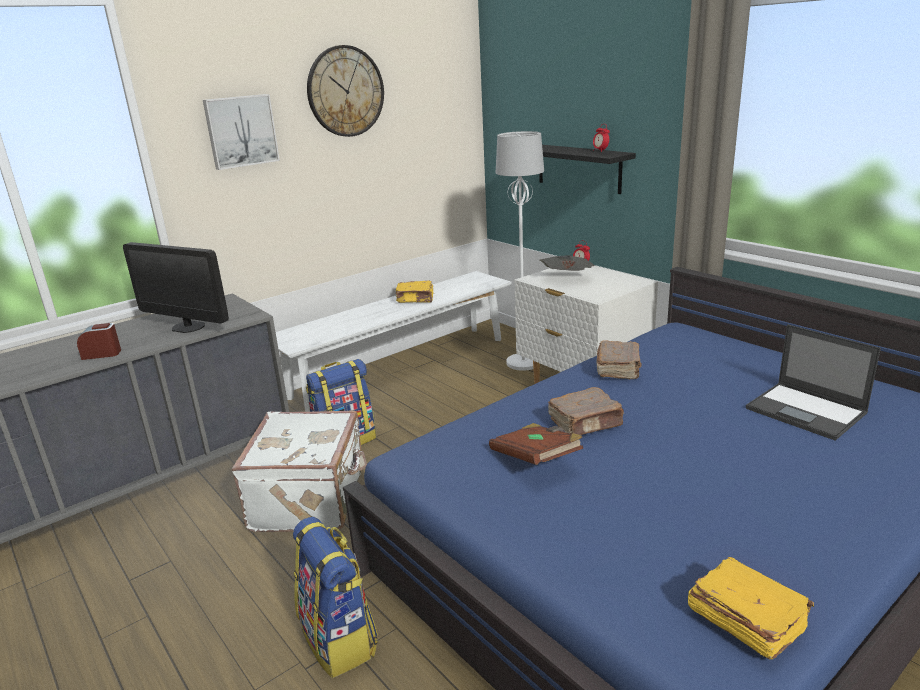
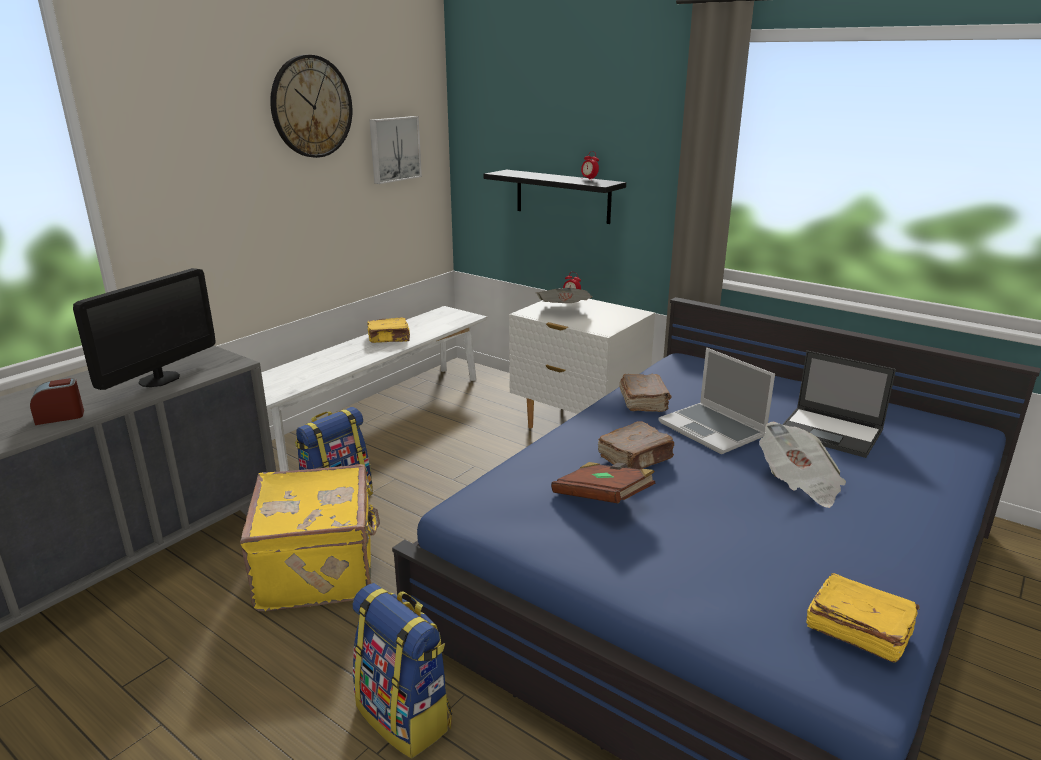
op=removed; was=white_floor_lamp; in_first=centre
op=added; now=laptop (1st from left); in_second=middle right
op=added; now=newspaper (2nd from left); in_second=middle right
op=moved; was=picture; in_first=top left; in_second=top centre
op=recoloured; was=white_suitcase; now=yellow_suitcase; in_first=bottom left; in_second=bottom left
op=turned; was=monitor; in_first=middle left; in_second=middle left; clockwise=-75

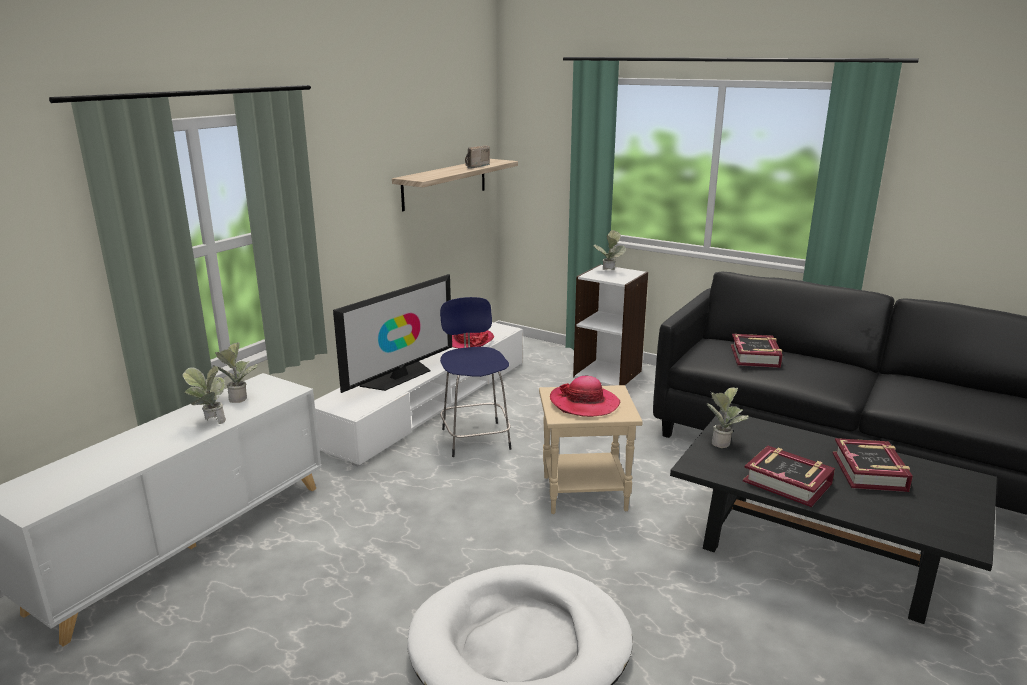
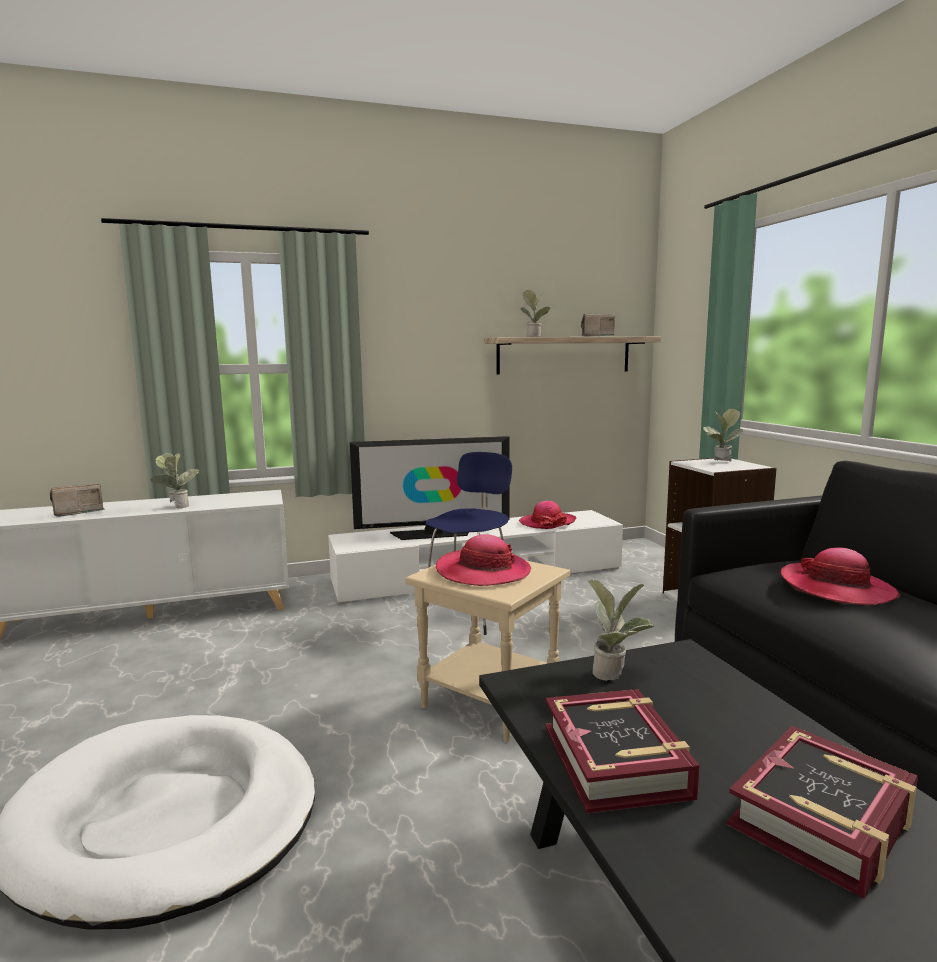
op=added; now=radio (1st from left); in_second=middle left
op=moved; was=potted_plant (2nd from left); in_first=middle left; in_second=top centre
op=replaced; was=book (1st from left); now=hat (3rd from left); in_first=middle right; in_second=middle right

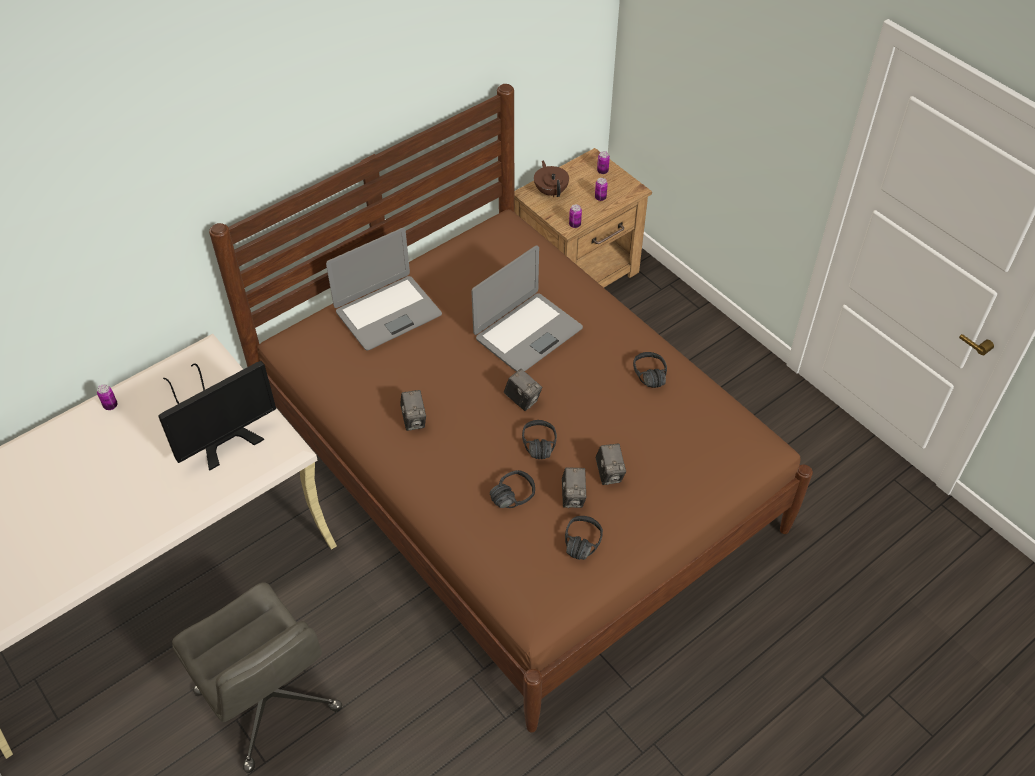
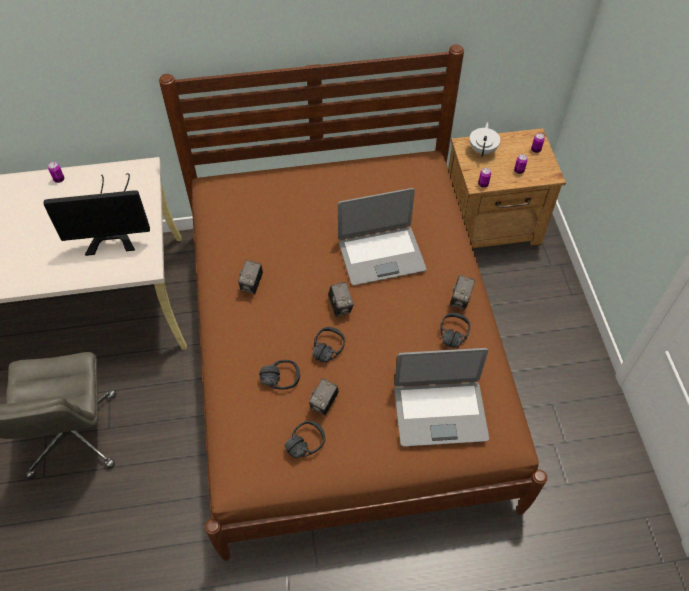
op=moved; was=laptop (1st from left in the first image); now=laptop (2nd from left); in_first=centre; in_second=bottom centre
op=moved; was=photo_camera (4th from left); in_first=centre; in_second=middle right
op=recoloured; was=brown_teapot; now=white_teapot; in_first=top centre; in_second=top right

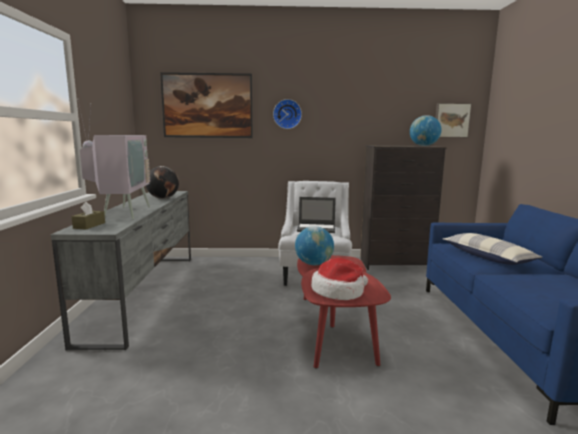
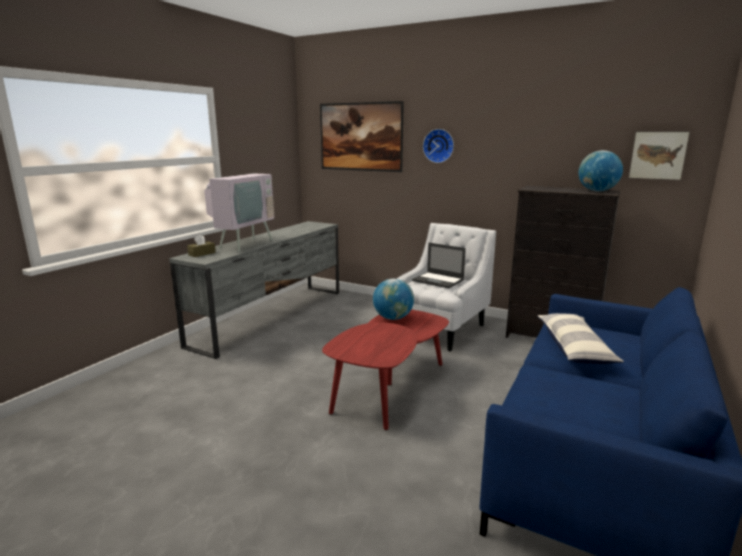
op=removed; was=globe (1st from left); in_first=middle left
op=removed; was=hat; in_first=centre

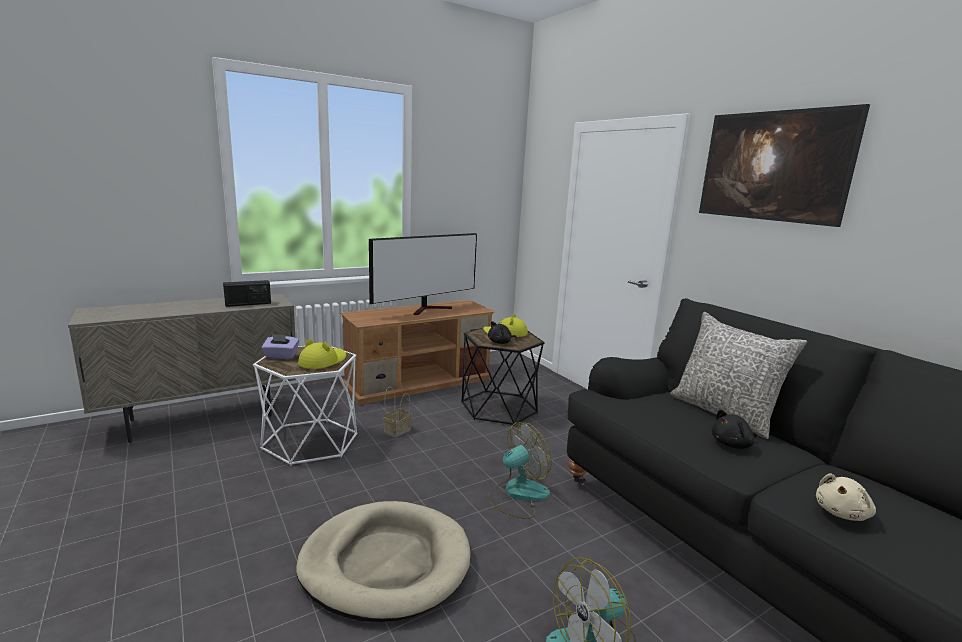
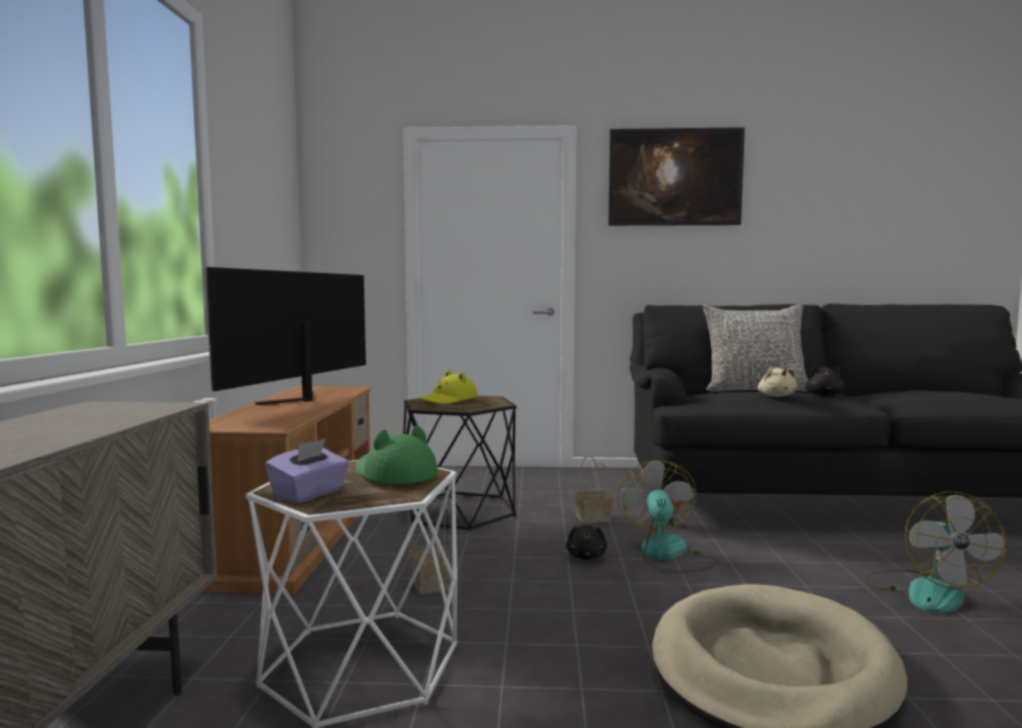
op=removed; was=radio; in_first=middle left
op=added; now=basket (2nd from left); in_second=bottom centre
op=moved; was=black_plush_toy (1st from left); in_first=centre; in_second=bottom centre
op=moved; was=beige_plush_toy; in_first=bottom right; in_second=middle right
op=recoloured; was=yellow_hat (1st from left); now=green_hat; in_first=centre; in_second=centre
op=turned; was=television; in_first=centre; in_second=middle left; clockwise=-150

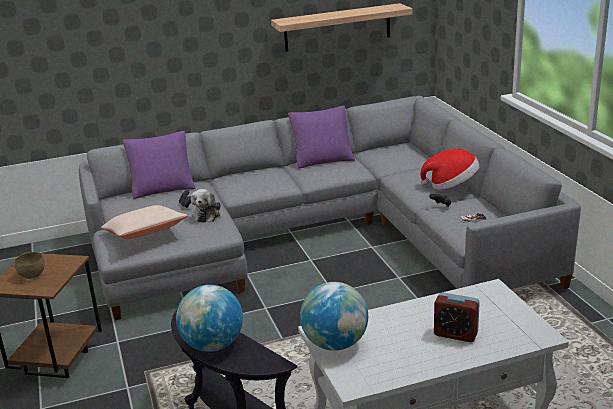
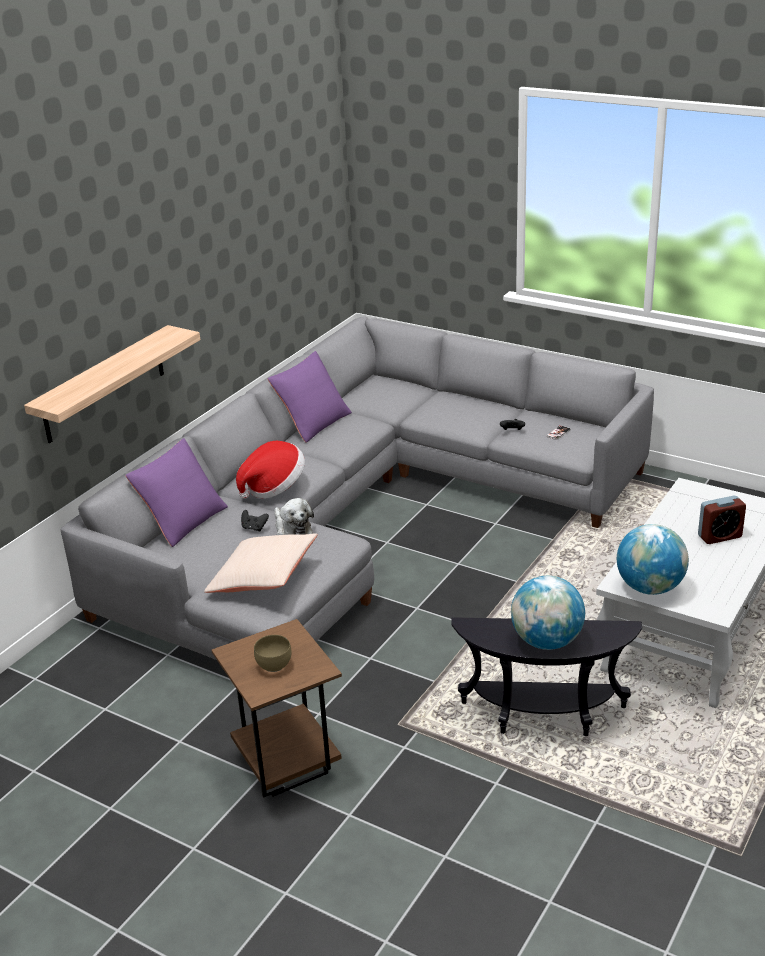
op=moved; was=shelf; in_first=top centre; in_second=middle left
op=moved; was=hat; in_first=middle right; in_second=centre

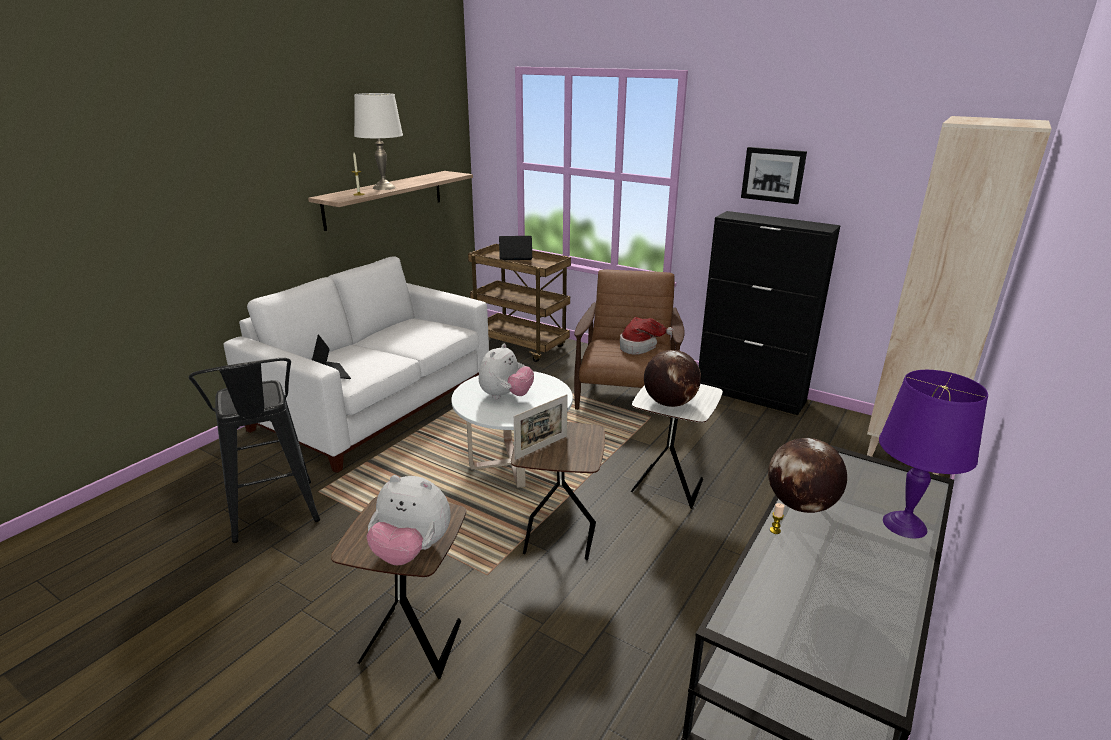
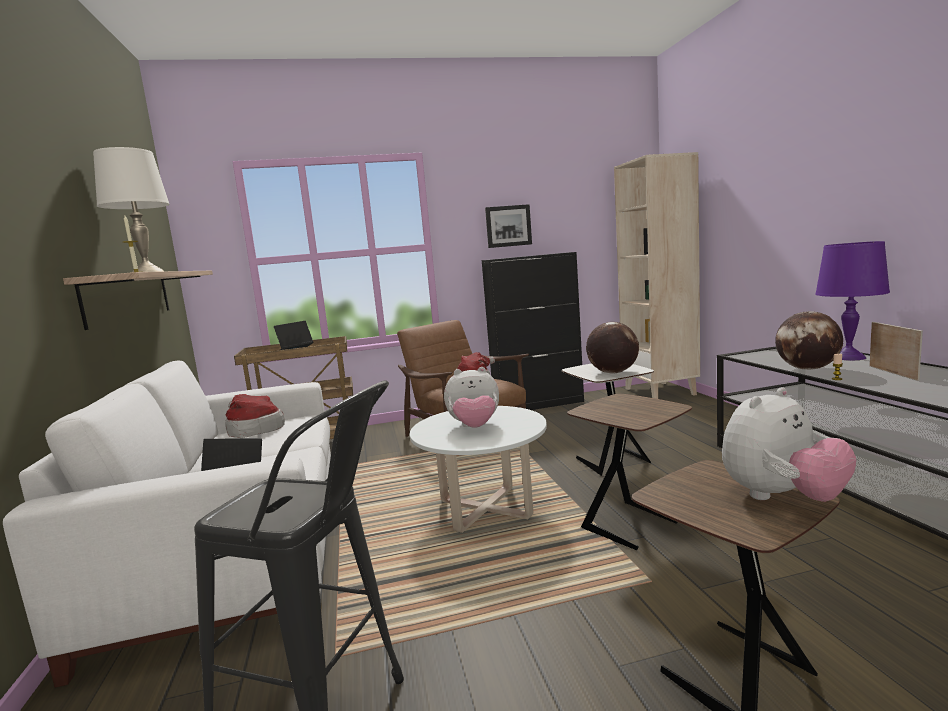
op=added; now=hat (1st from left); in_second=middle left
op=moved; was=picture_frame; in_first=centre; in_second=middle right
op=turned; was=plush_toy (2nd from left in the first image); in_first=centre; in_second=centre; clockwise=105

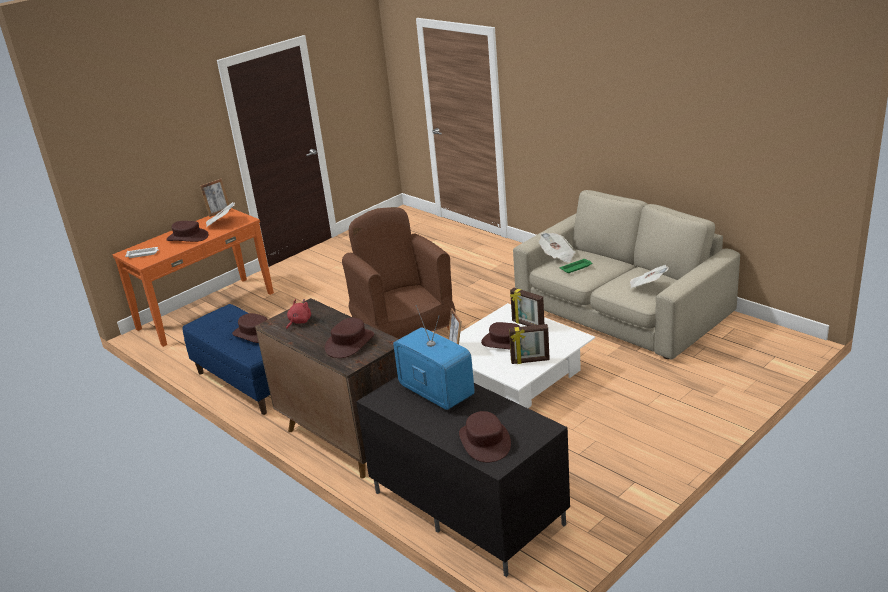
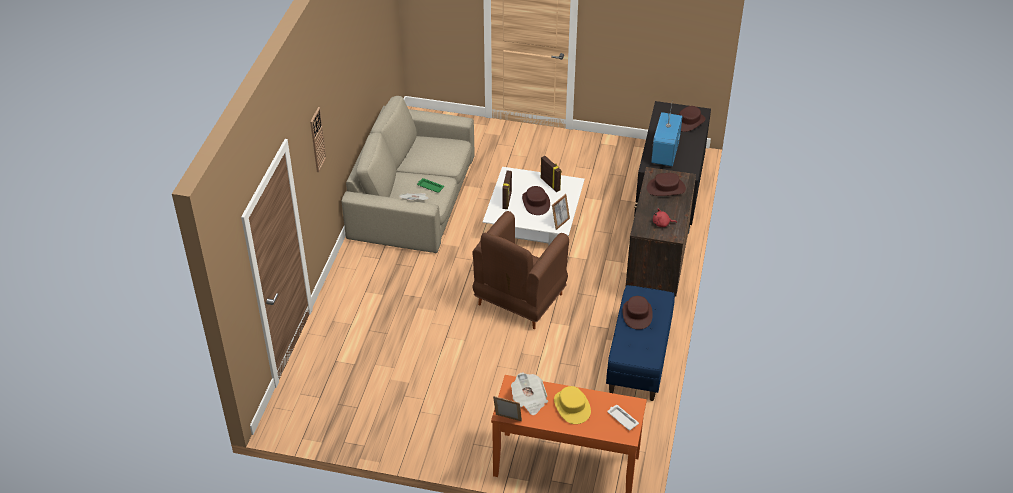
op=removed; was=newspaper (3rd from left); in_first=middle right
op=added; now=wall_clock; in_second=top left
op=recoloured; was=brown_hat (1st from left); now=yellow_hat; in_first=middle left; in_second=bottom centre

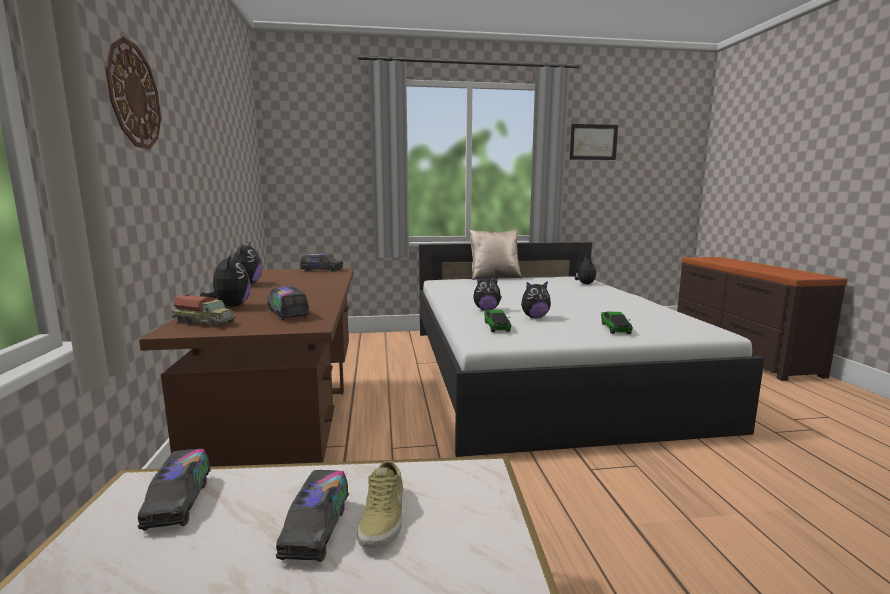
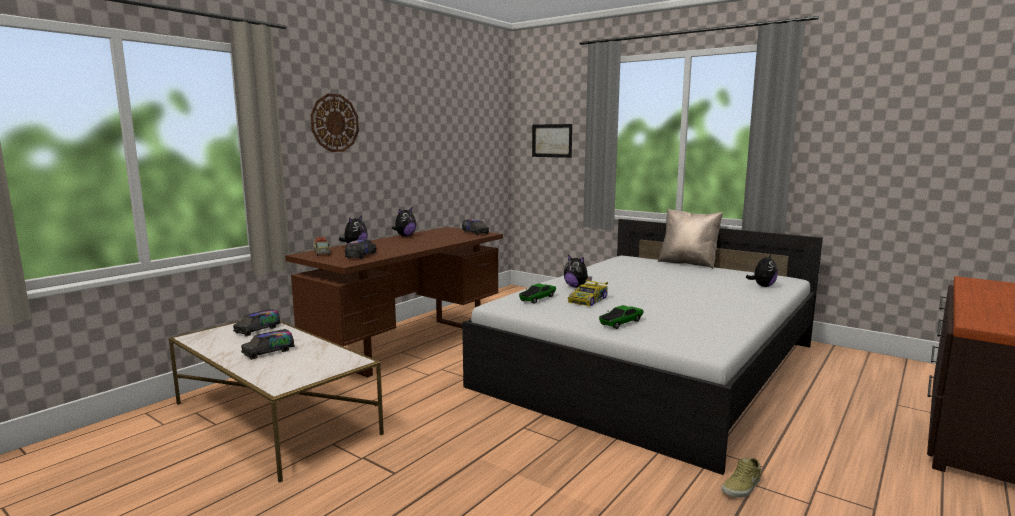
op=moved; was=beige_shoe; in_first=bottom centre; in_second=bottom right
op=moved; was=picture; in_first=top right; in_second=top centre
op=replaced; was=plush_toy (4th from left); now=toy_car (2nd from left); in_first=centre; in_second=centre

